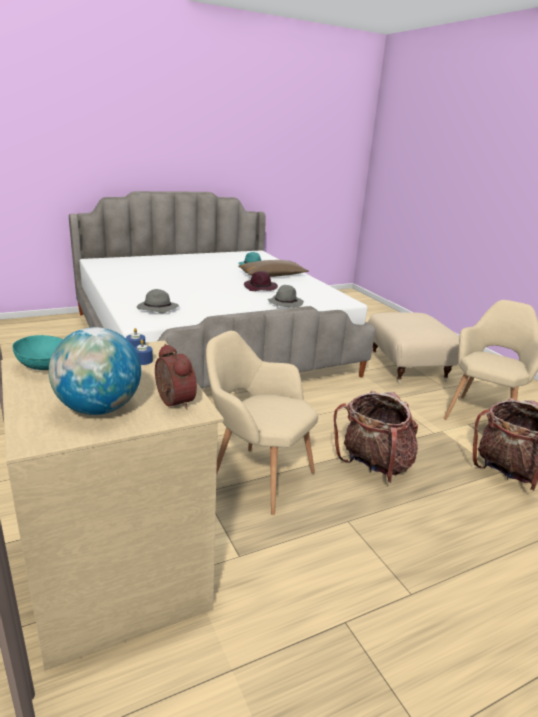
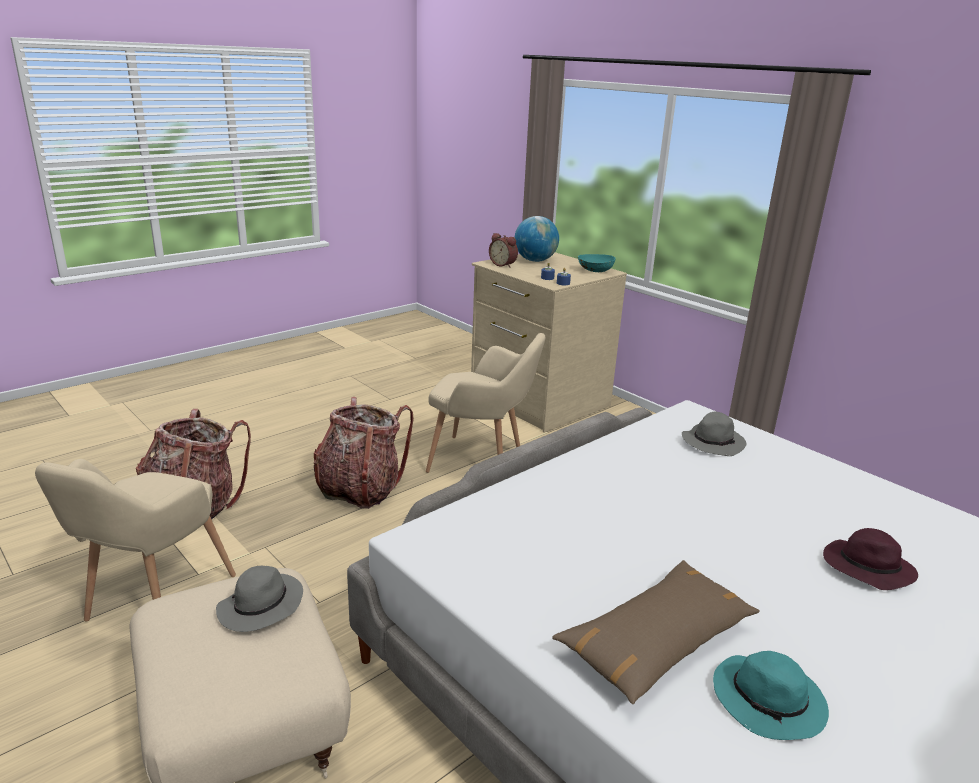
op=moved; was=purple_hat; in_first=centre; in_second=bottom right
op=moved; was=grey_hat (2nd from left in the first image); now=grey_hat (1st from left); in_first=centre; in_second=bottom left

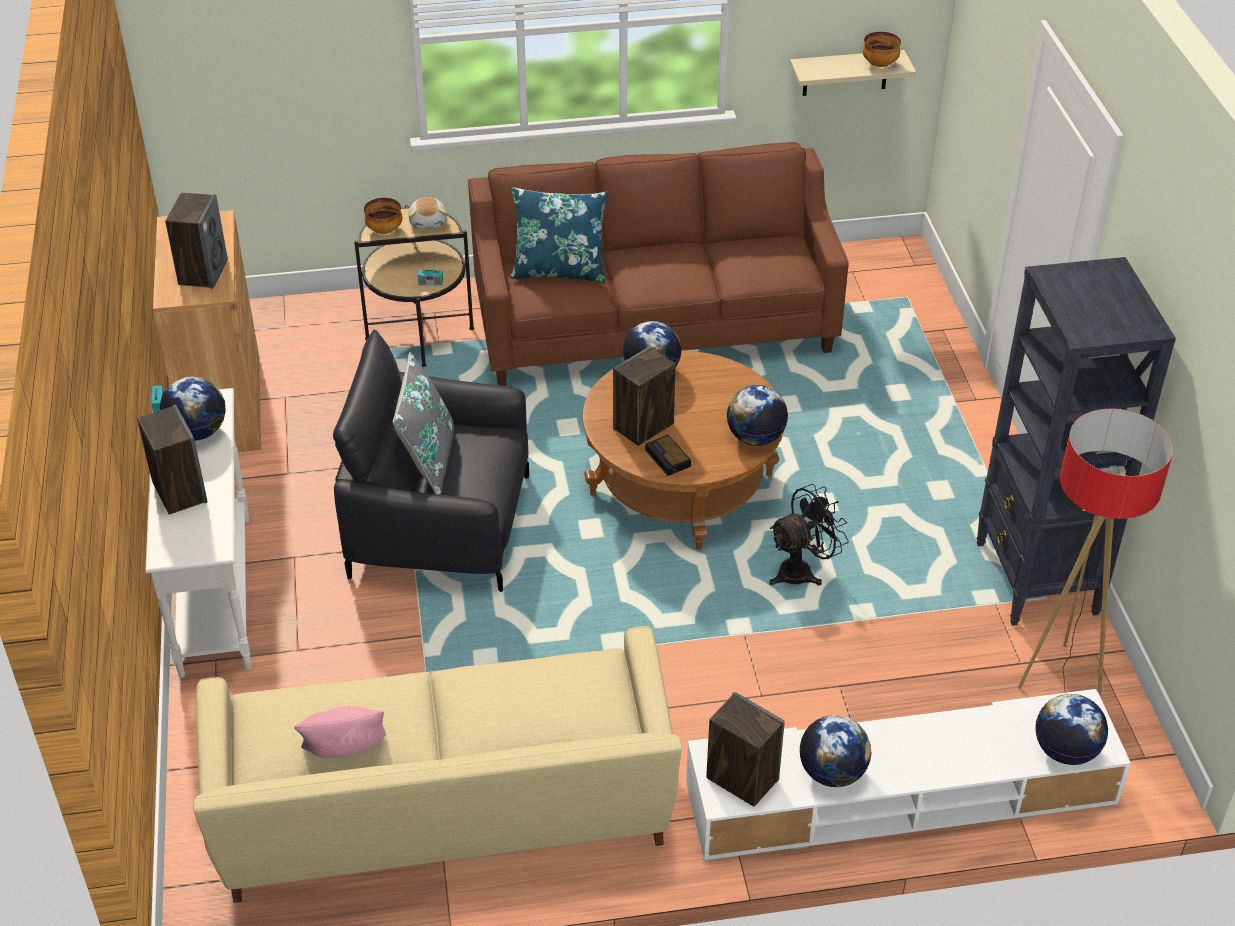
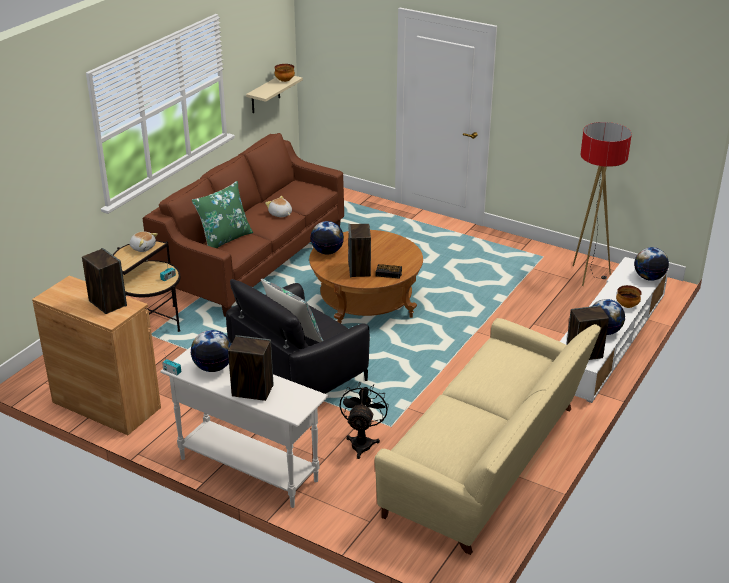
op=removed; was=pink_pillow; in_first=bottom left
op=removed; was=globe (3rd from left); in_first=centre
op=removed; was=black_bookcase; in_first=middle right
op=added; now=plush_toy (2nd from left); in_second=centre
op=moved; was=bowl (1st from left in the first image); now=bowl (2nd from left); in_first=top left; in_second=middle right
op=moved; was=black_fan; in_first=centre; in_second=bottom centre
op=recoloured; was=blue_pillow; now=green_pillow; in_first=top centre; in_second=middle left

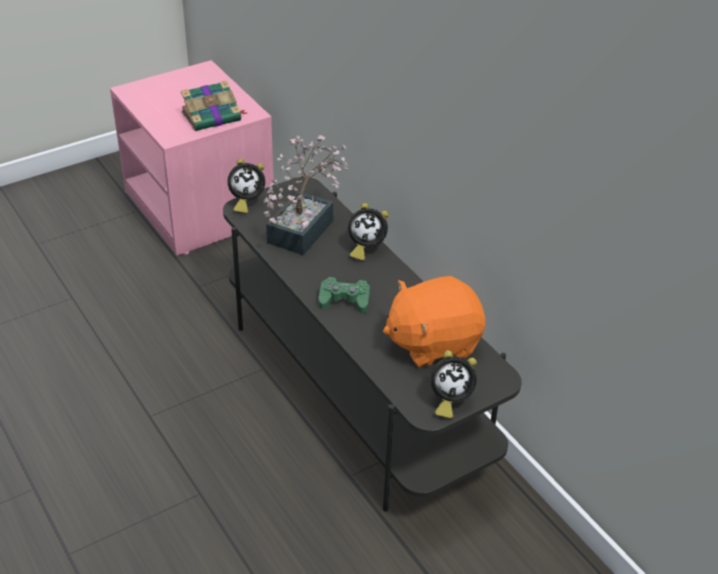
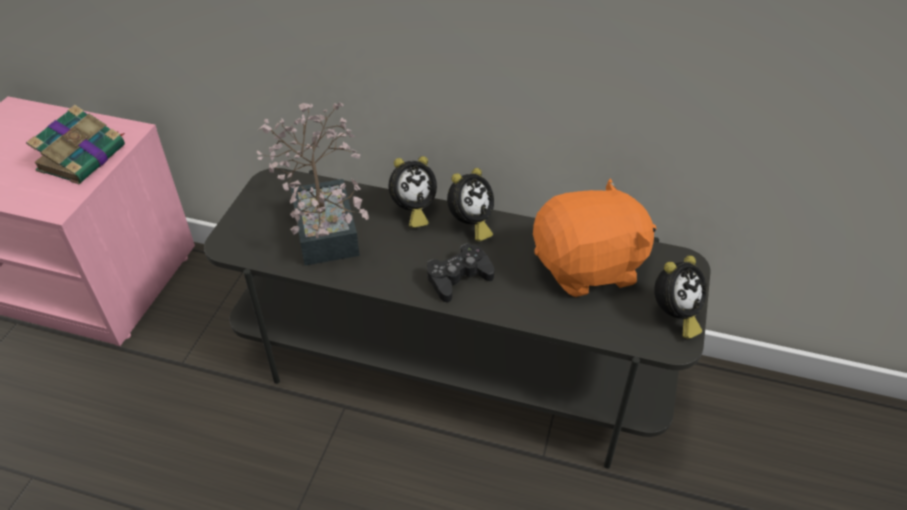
op=moved; was=alarm_clock (1st from left in the first image); now=alarm_clock (2nd from left); in_first=top centre; in_second=centre
op=recoloured; was=green_game_controller; now=black_game_controller; in_first=centre; in_second=centre
op=turned; was=orange_plush_toy; in_first=centre; in_second=centre; clockwise=-135

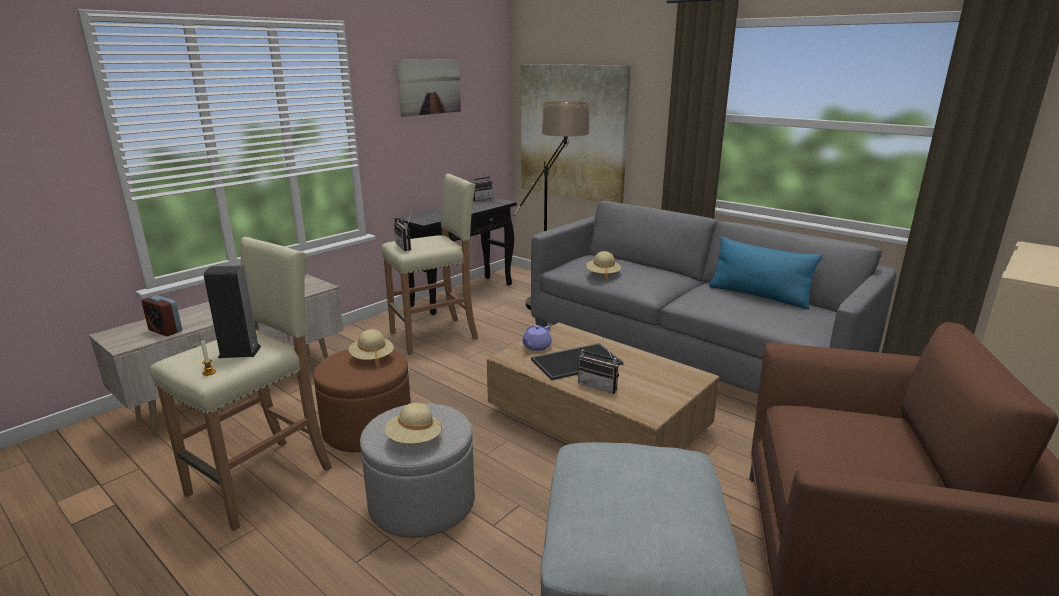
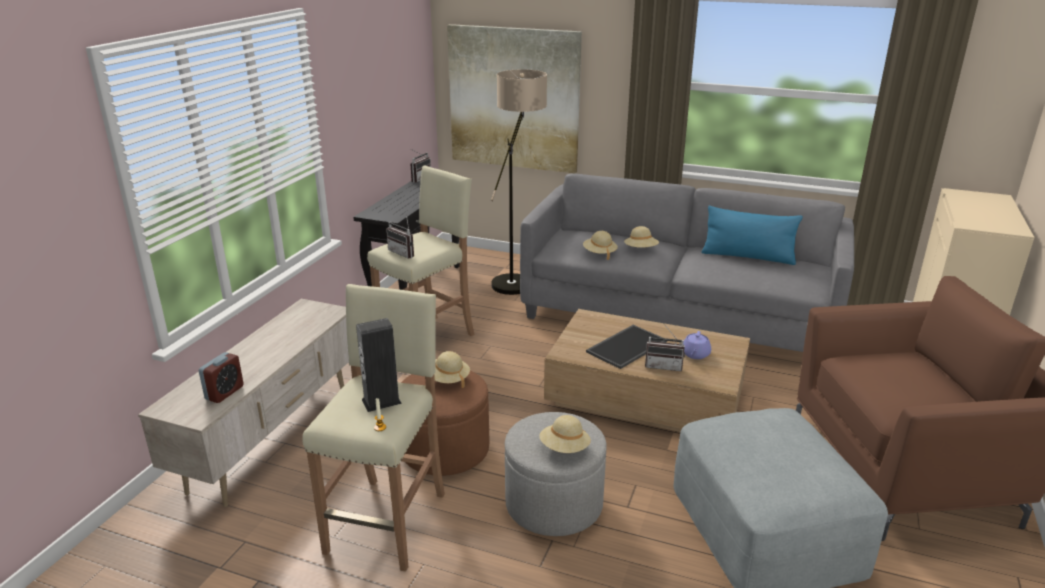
op=removed; was=picture (1st from left); in_first=top centre
op=added; now=beige_hat (4th from left); in_second=centre
op=moved; was=purple_teapot; in_first=centre; in_second=middle right
op=turned; was=alarm_clock; in_first=middle left; in_second=middle left; clockwise=-75

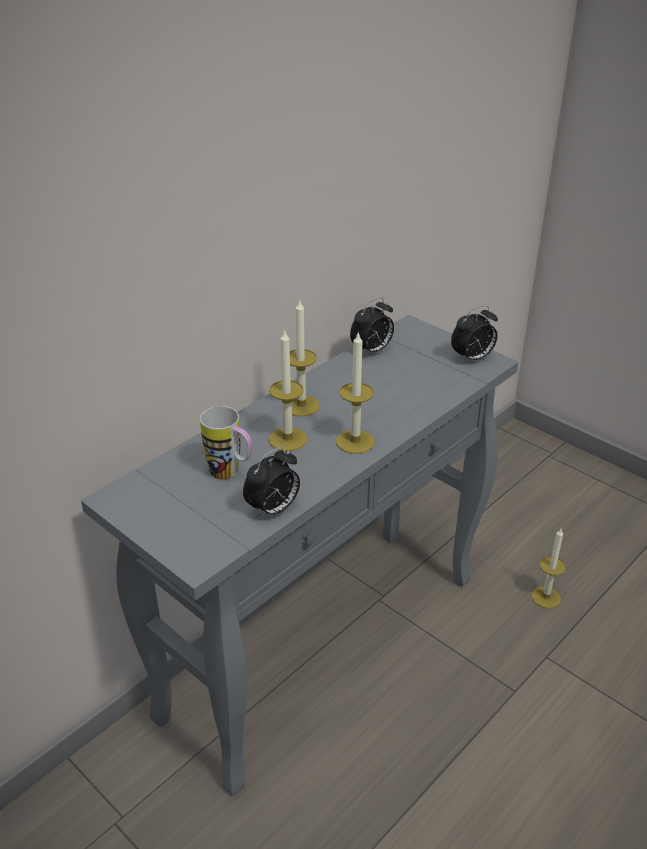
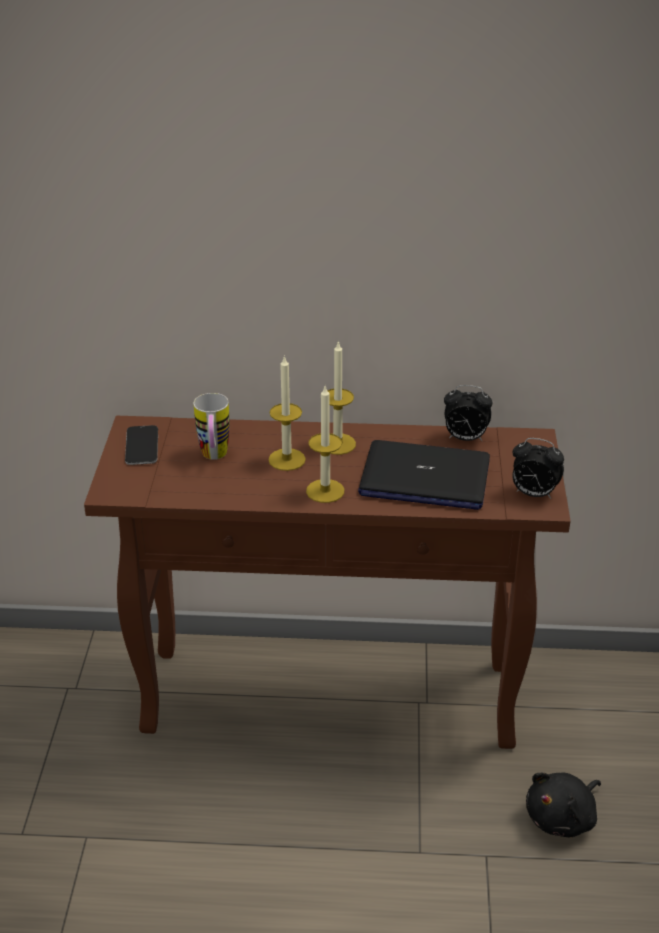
op=removed; was=alarm_clock (1st from left); in_first=centre
op=added; now=phone; in_second=middle left
op=added; now=laptop; in_second=centre
op=replaced; was=candle (4th from left); now=black_plush_toy; in_first=bottom right; in_second=bottom right
op=recoloured; was=grey_console_table; now=brown_console_table; in_first=centre; in_second=centre

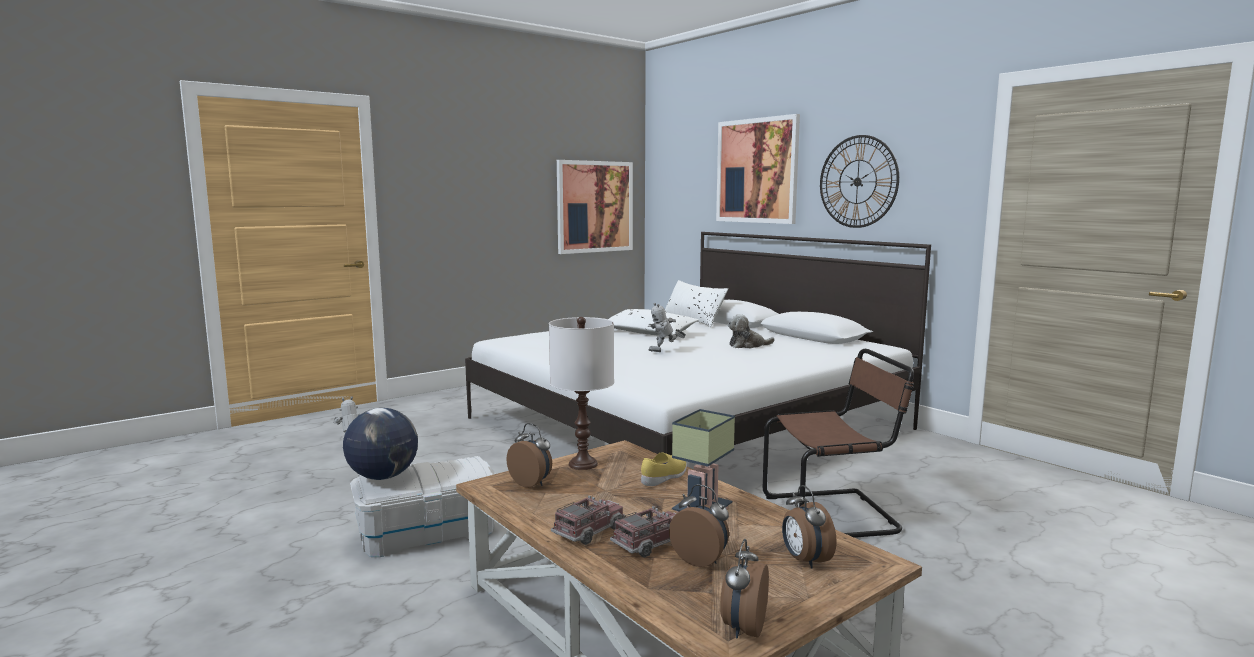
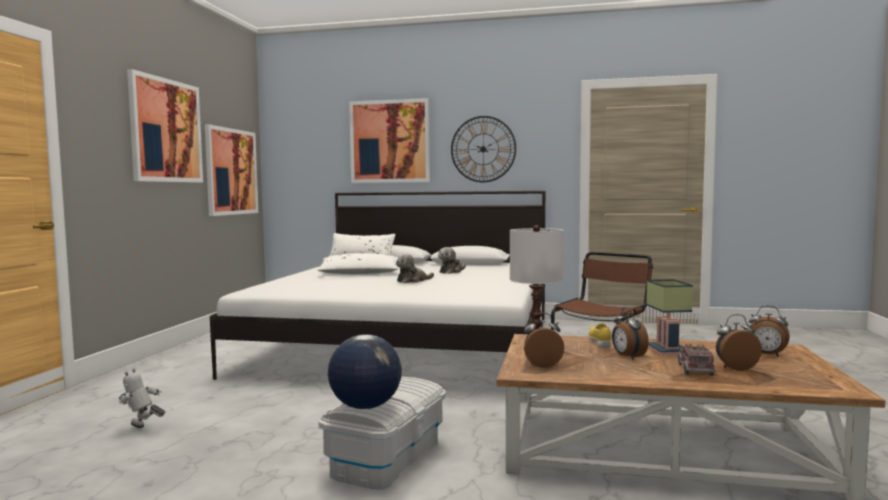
op=removed; was=toy_truck (1st from left); in_first=bottom centre
op=added; now=picture (1st from left); in_second=top left
op=moved; was=alarm_clock (3rd from left in the first image); now=alarm_clock (2nd from left); in_first=bottom centre; in_second=middle right
op=replaced; was=toy_robot (2nd from left); now=plush_toy (1st from left); in_first=centre; in_second=centre

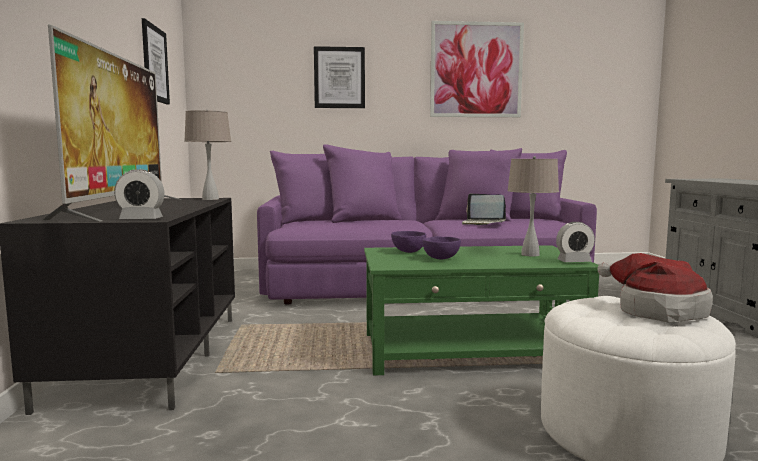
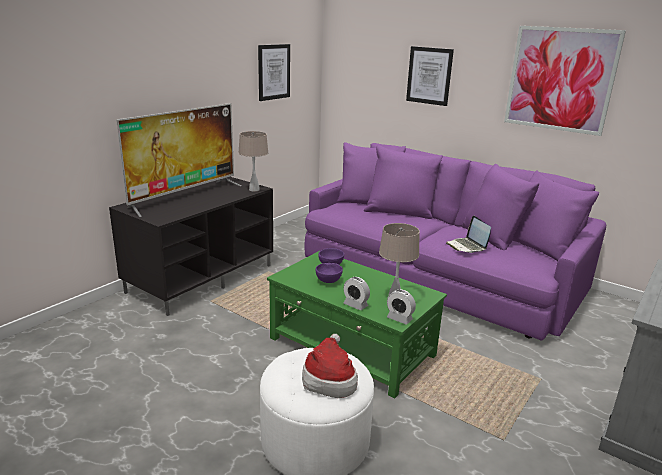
op=moved; was=alarm_clock (1st from left); in_first=middle left; in_second=centre

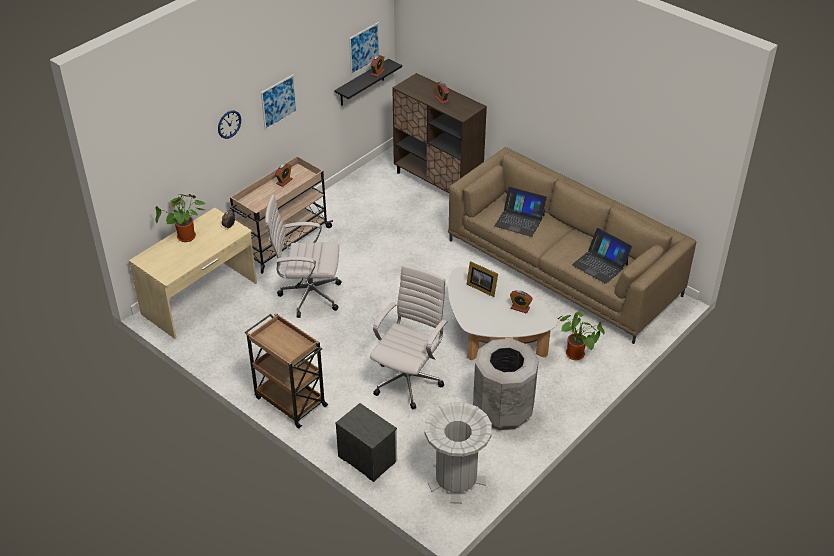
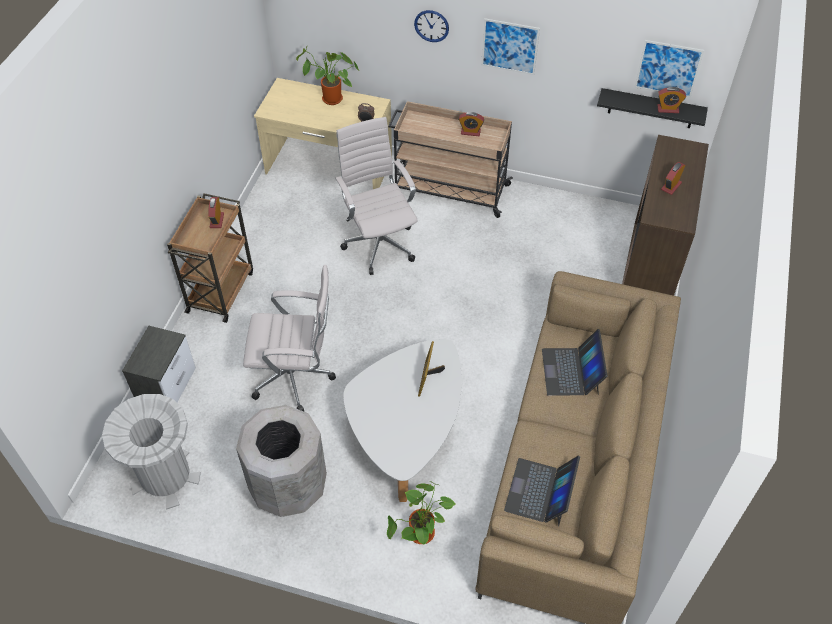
op=moved; was=alarm_clock (5th from left in the first image); now=alarm_clock (1st from left); in_first=centre; in_second=middle left

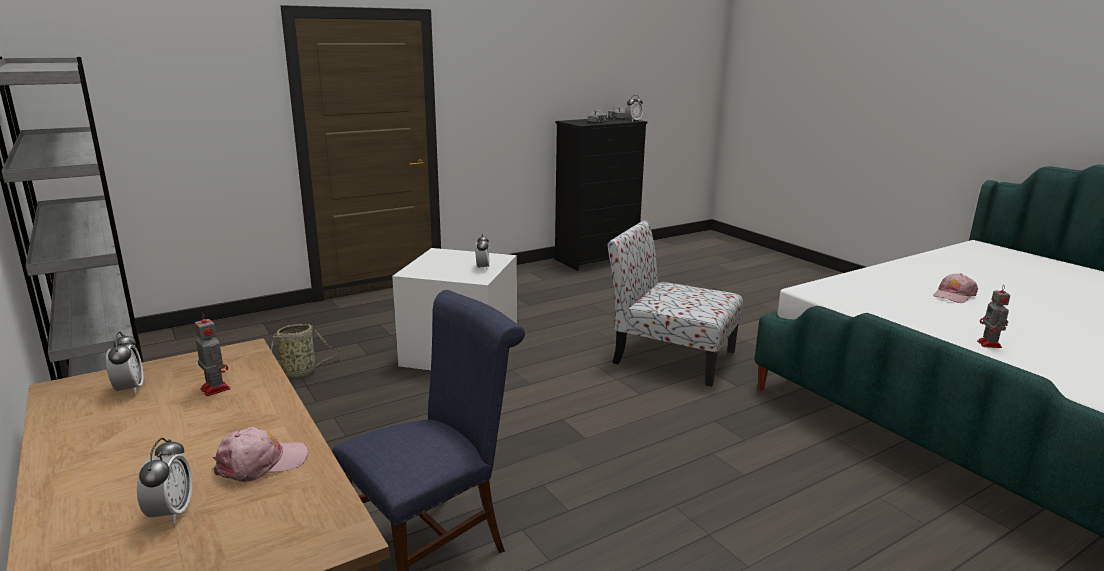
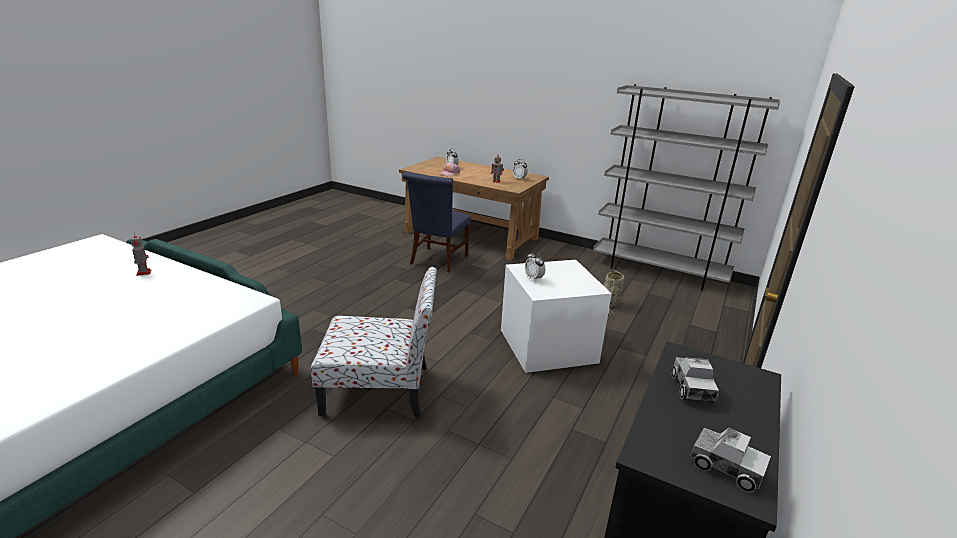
op=removed; was=alarm_clock (4th from left); in_first=top centre
op=removed; was=pink_cap (2nd from left); in_first=middle right

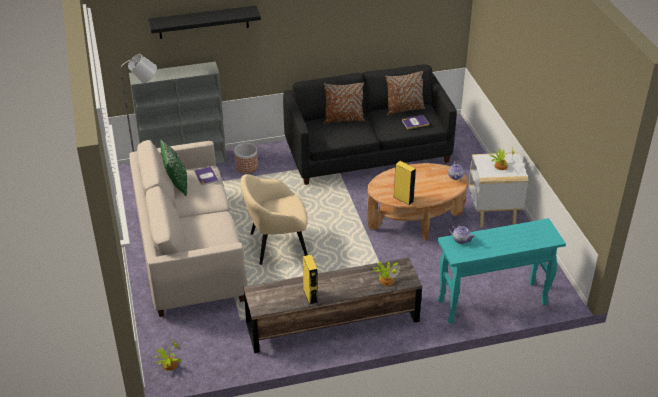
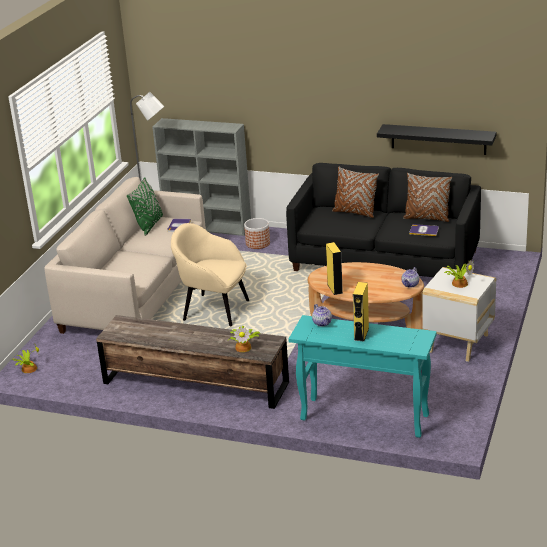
op=moved; was=black_shelf; in_first=top left; in_second=top right
op=moved; was=yellow_speaker (1st from left in the first image); now=yellow_speaker (2nd from left); in_first=bottom centre; in_second=centre

